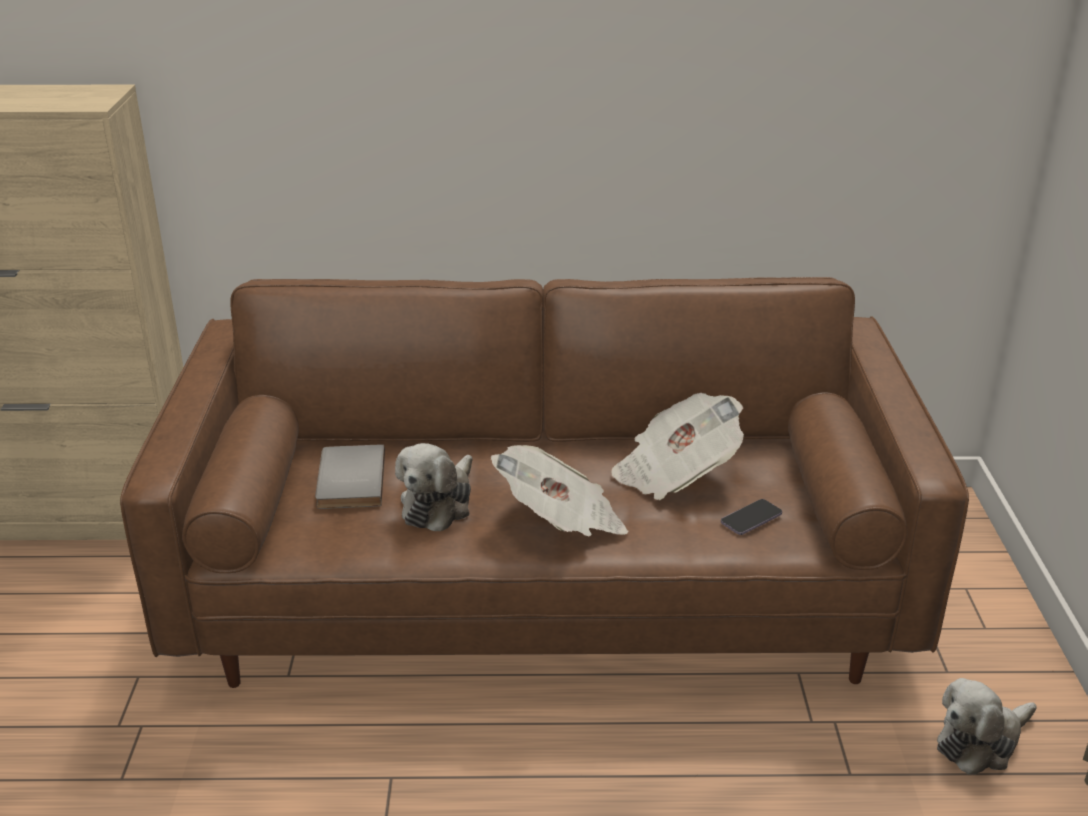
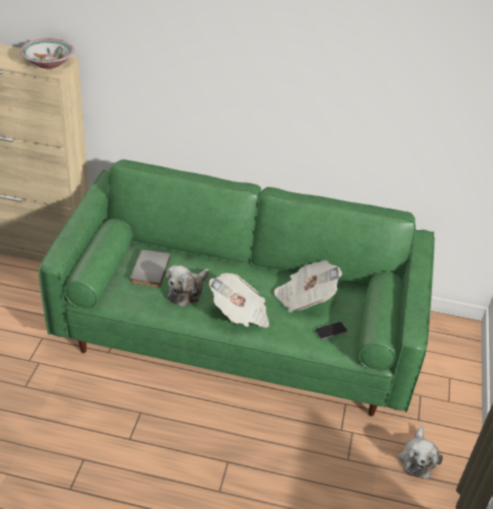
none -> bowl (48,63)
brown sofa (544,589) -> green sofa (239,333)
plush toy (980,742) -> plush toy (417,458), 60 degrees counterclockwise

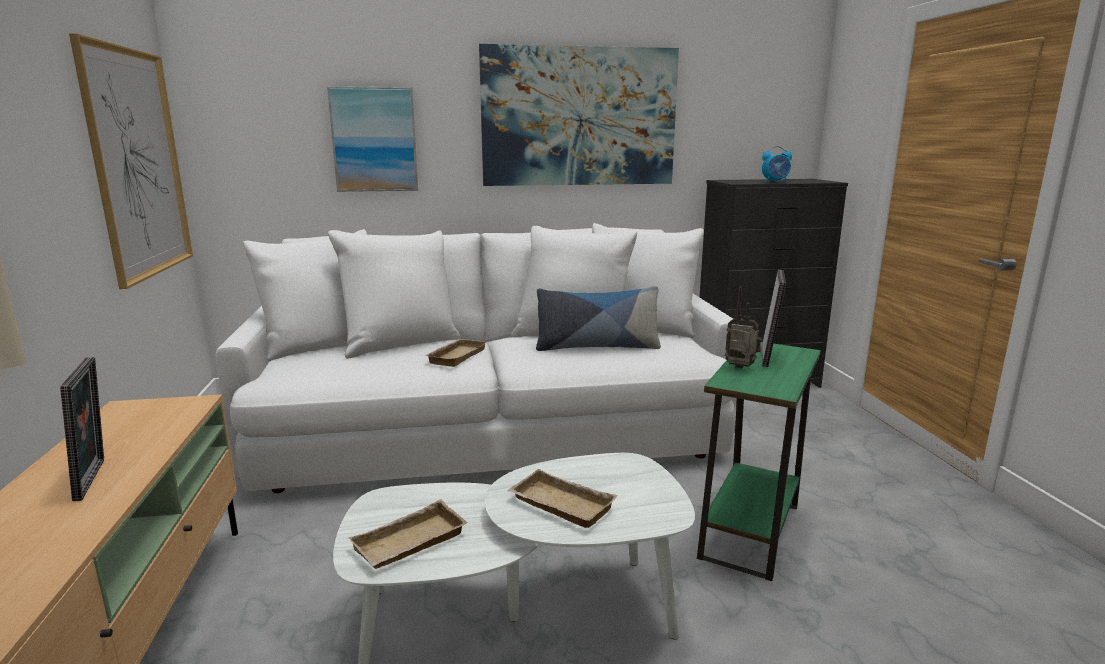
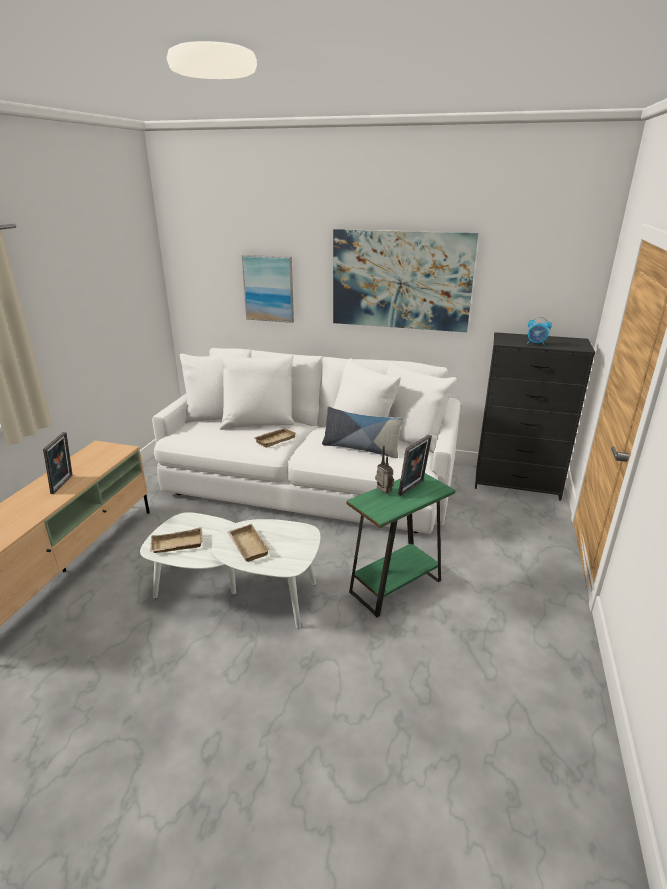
picture (138,163) -> none

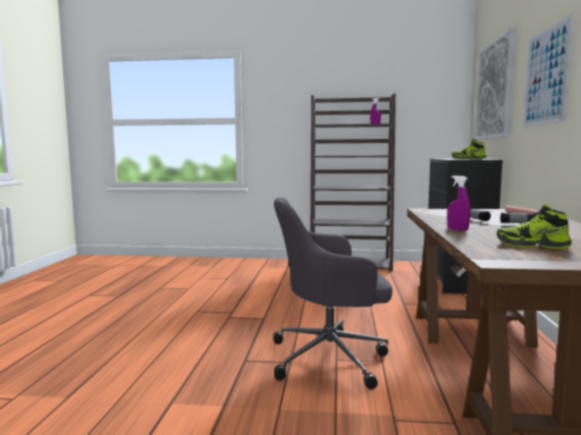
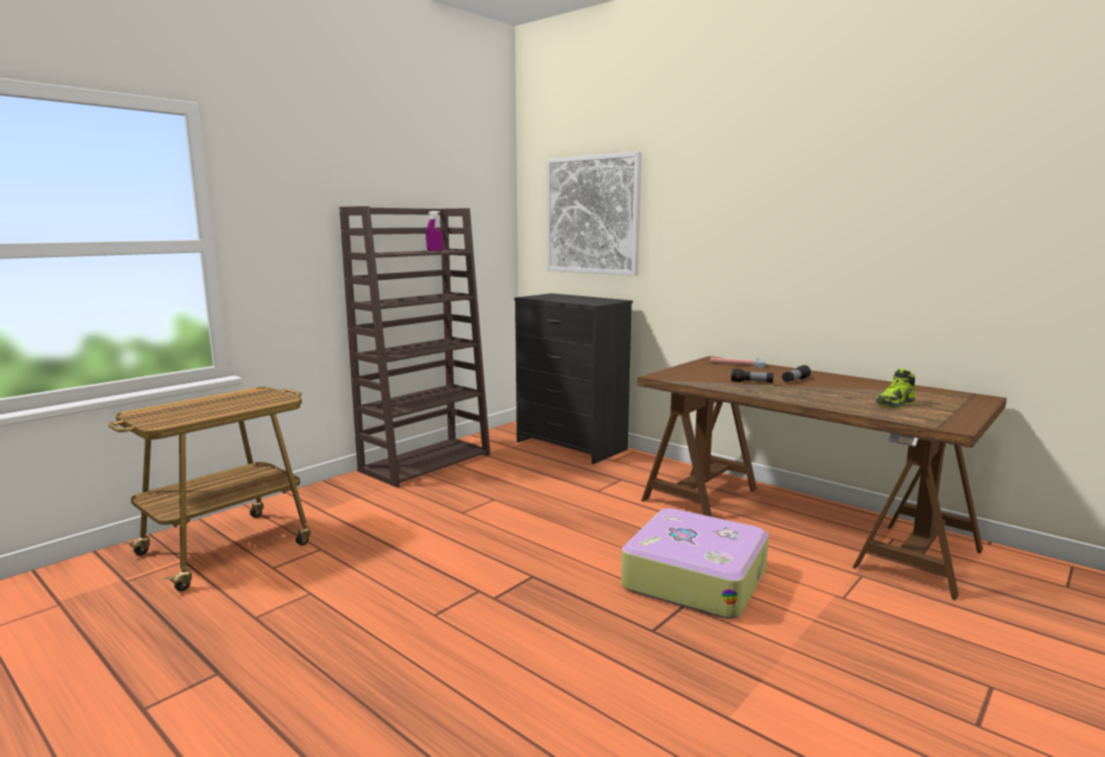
purple spray bottle (457,229) -> none
shoe (468,159) -> none
picture (546,76) -> none
none -> cart (228,547)
grey office chair (331,357) -> suitcase (694,578)

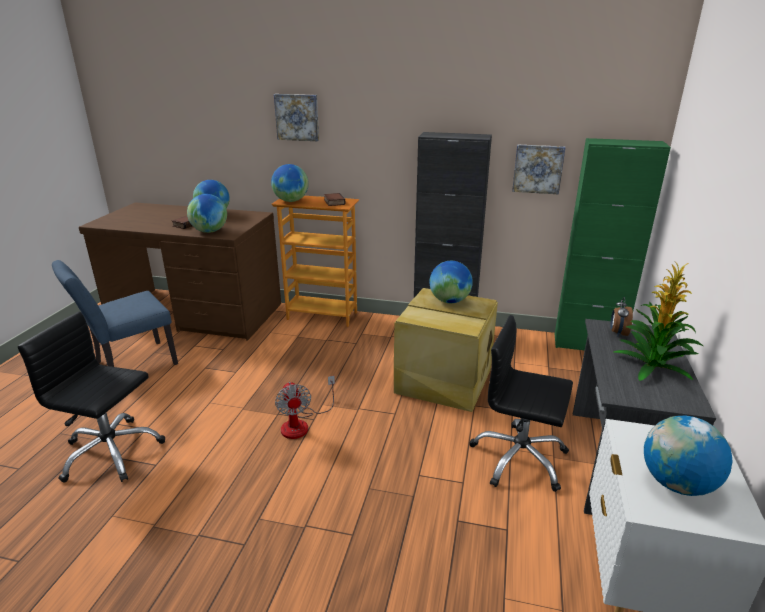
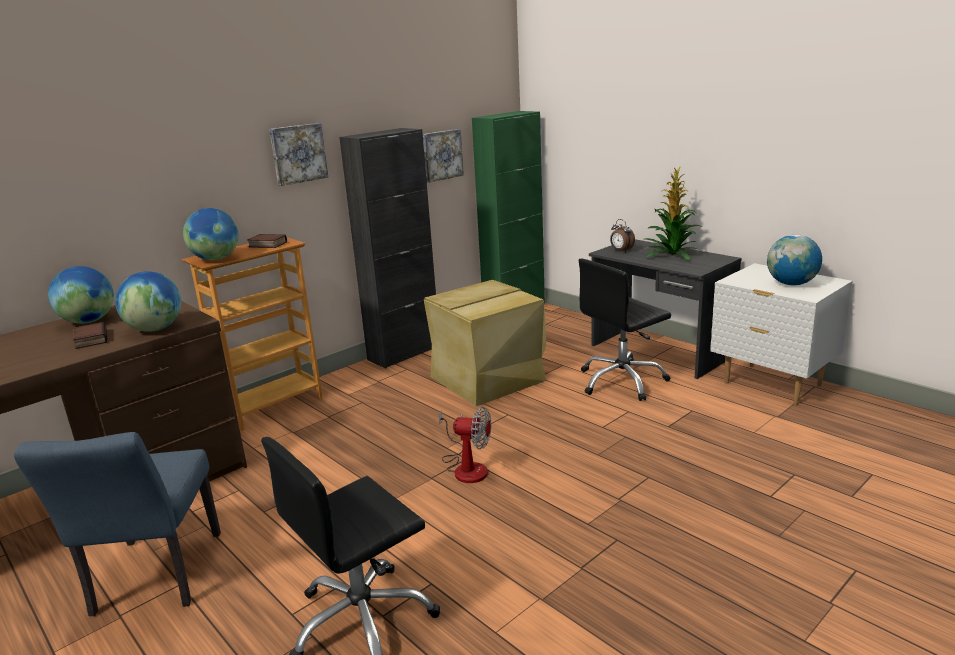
globe (449,301) -> none
picture (297,117) -> picture (298,153), shifted

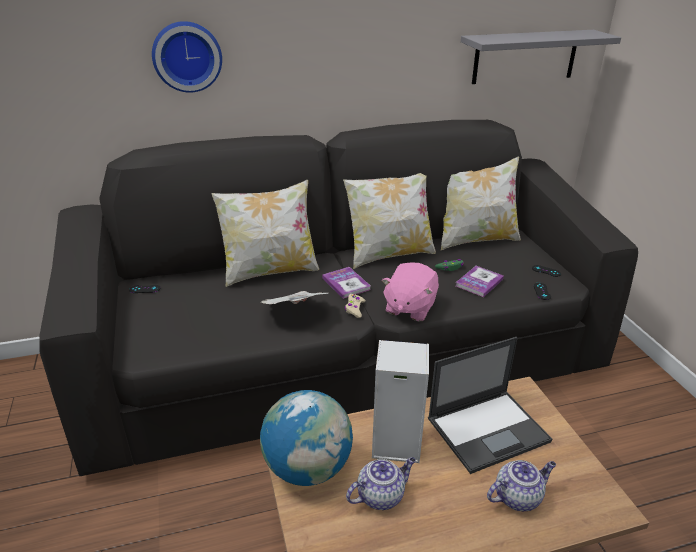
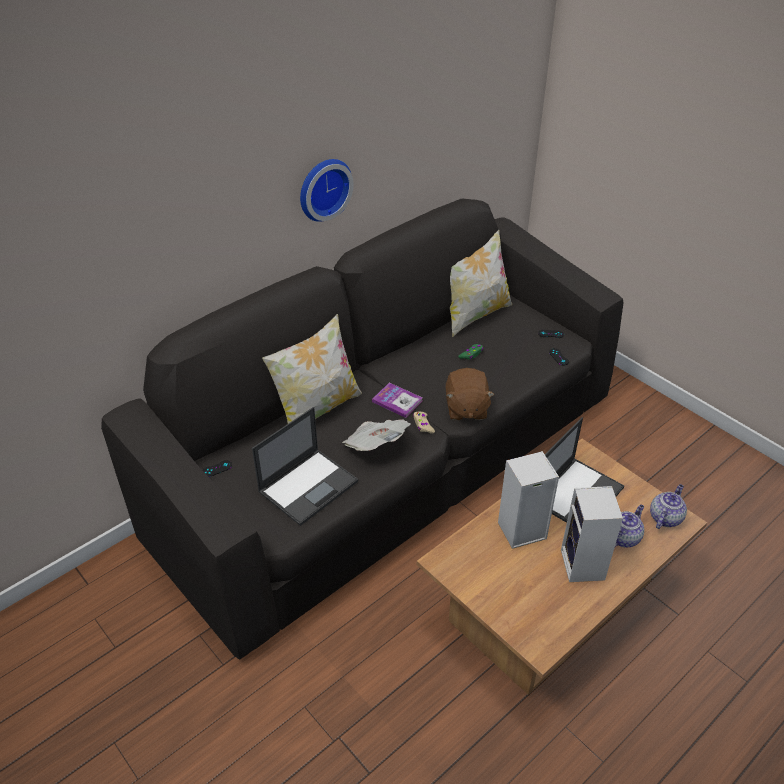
globe (308,468) -> none
pillow (389,254) -> none
book (479,282) -> none
grey shelf (525,56) -> none
none -> laptop (309,486)
none -> speaker (584,566)
wall clock (187,56) -> wall clock (323,188), shifted
teapot (381,495) -> teapot (665,517), shifted
pink plush toy (409,307) -> brown plush toy (466,408)

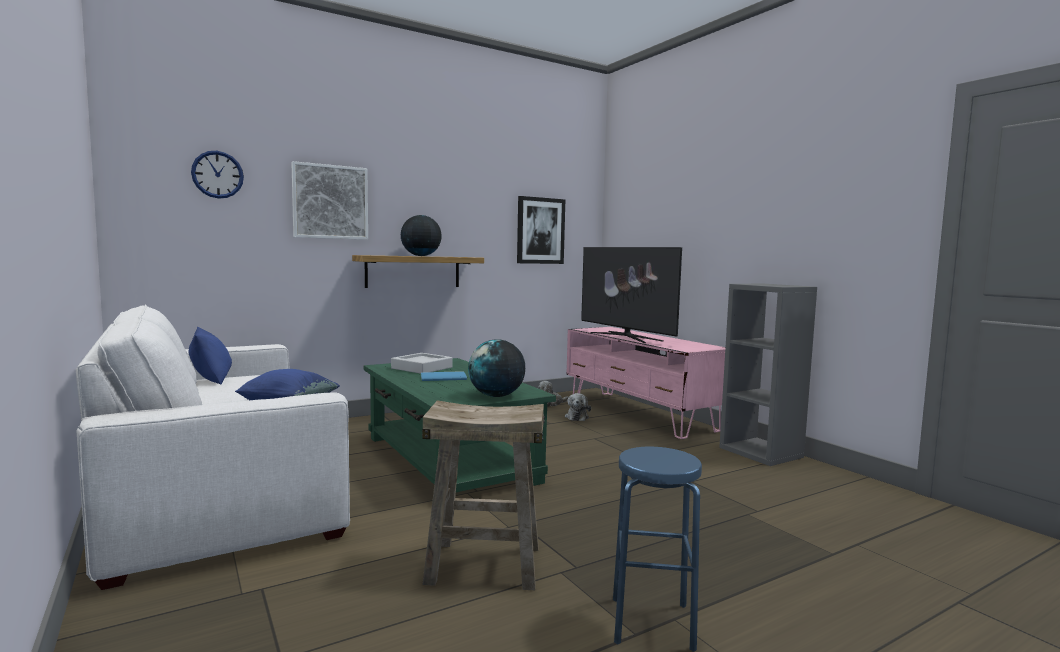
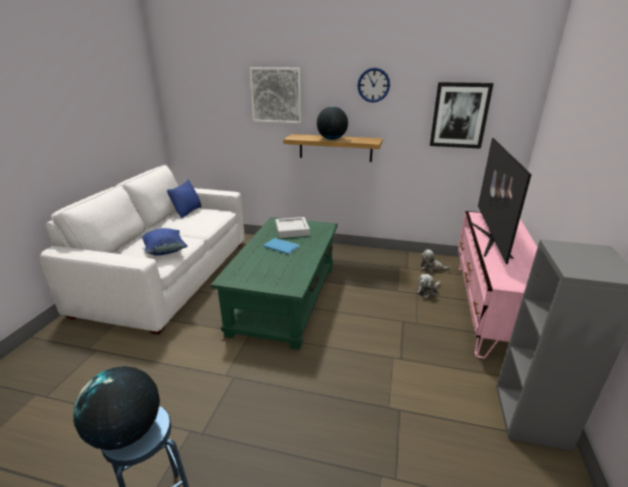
beige stool (483,565) -> none
wall clock (217,174) -> wall clock (373,85), shifted
globe (496,396) -> globe (127,432), shifted

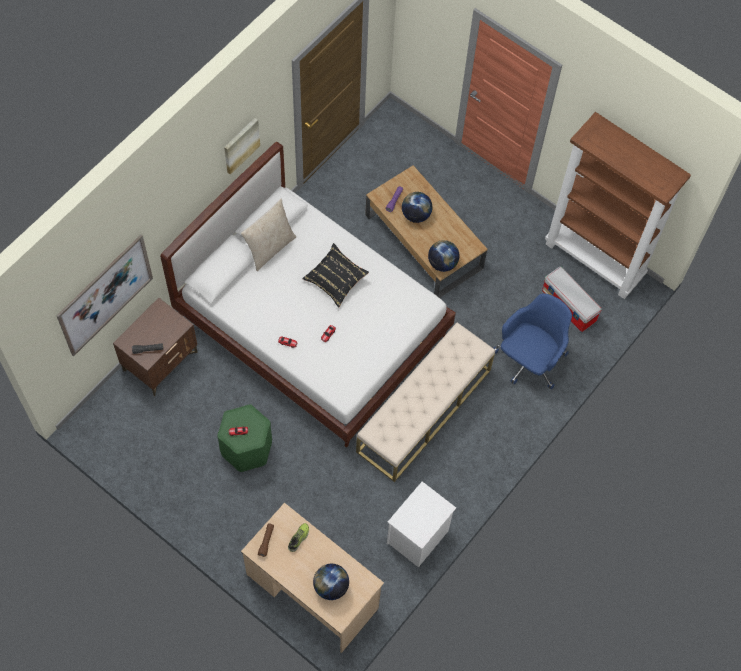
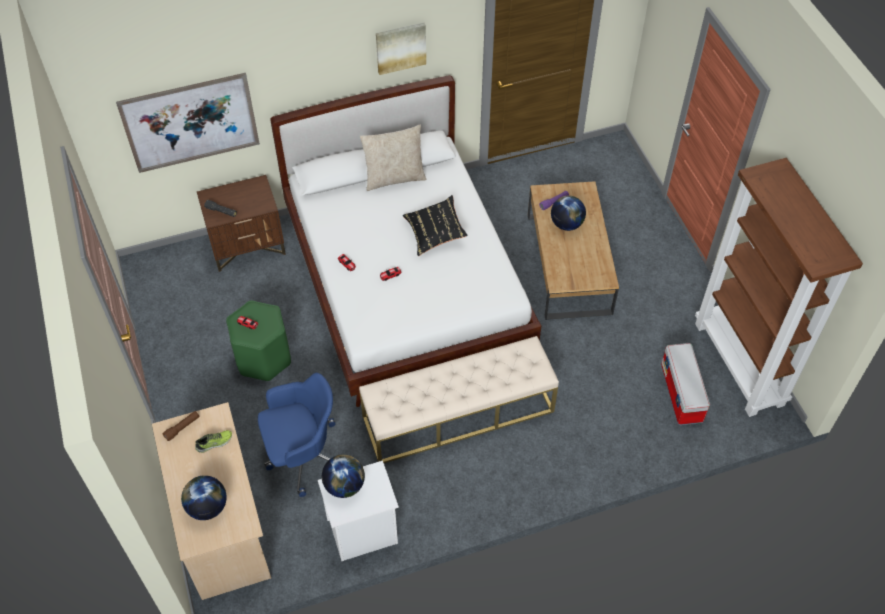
globe (442,263) -> globe (344,485), shifted
blue office chair (529,360) -> blue office chair (303,455), shifted

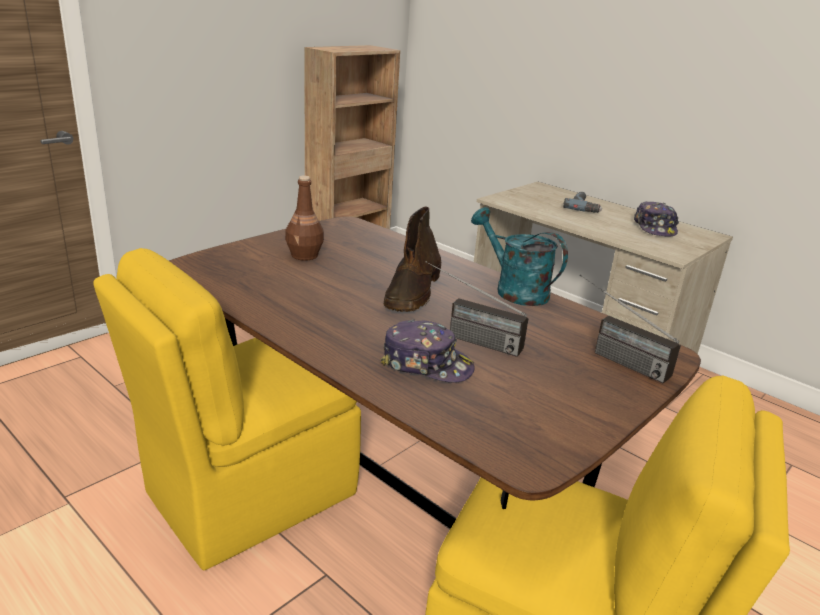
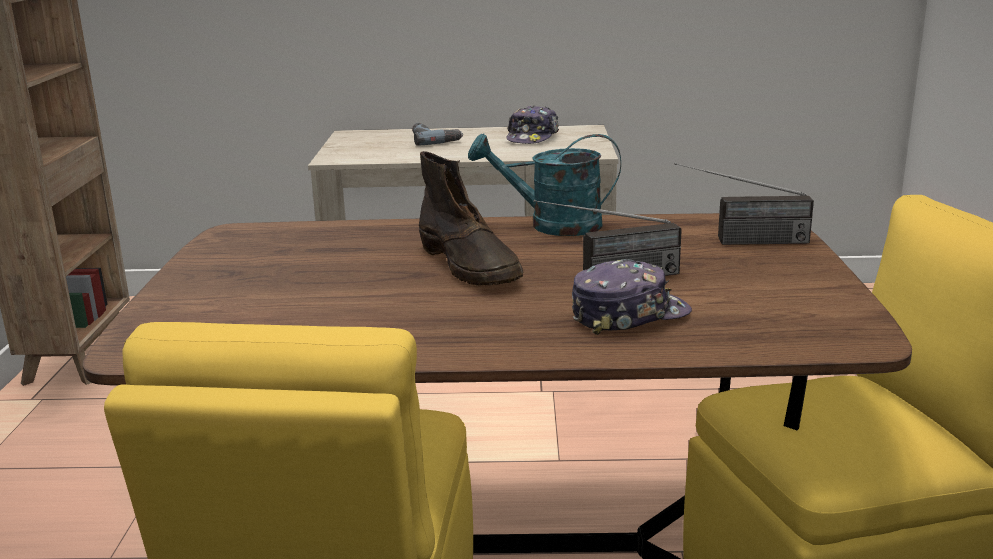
brown bottle (305,255) -> none
cap (655,228) -> cap (532,137), 60 degrees clockwise

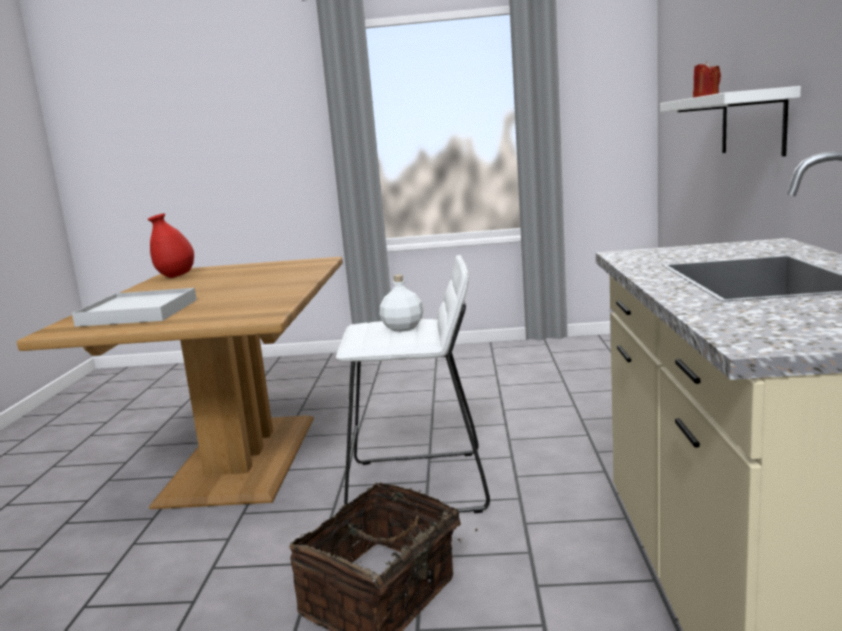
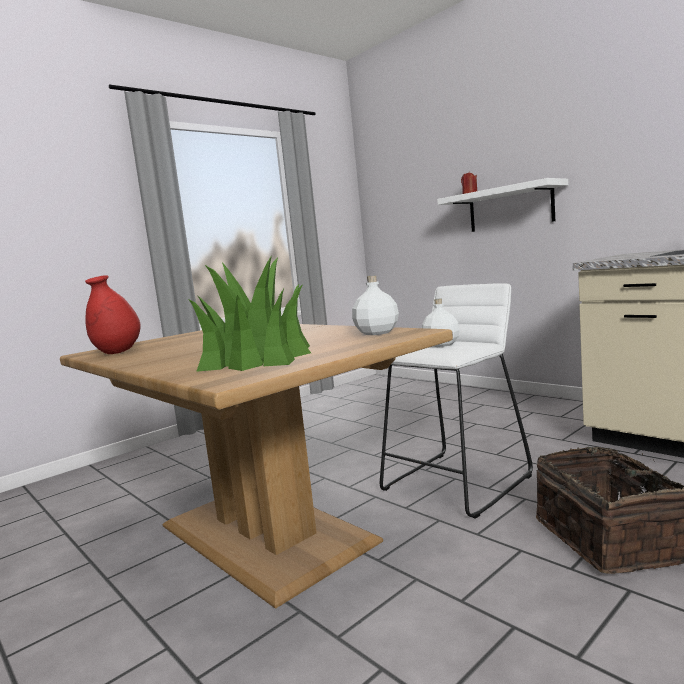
none -> white bottle (376,333)
white tray (139,313) -> potted plant (257,358)

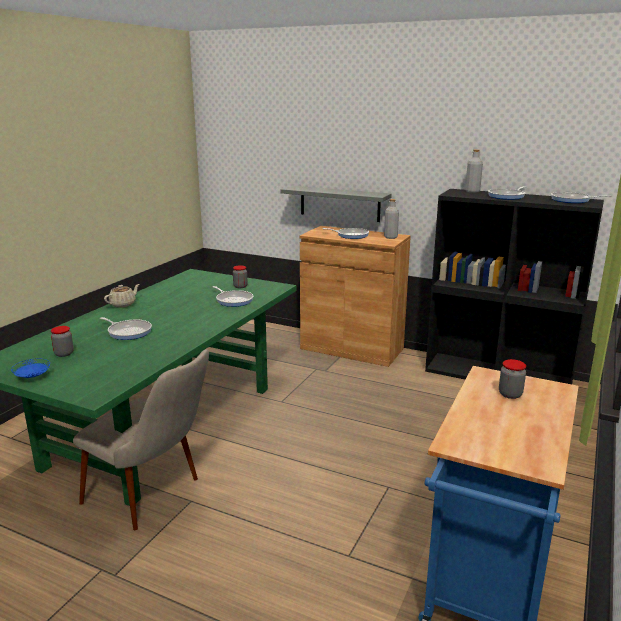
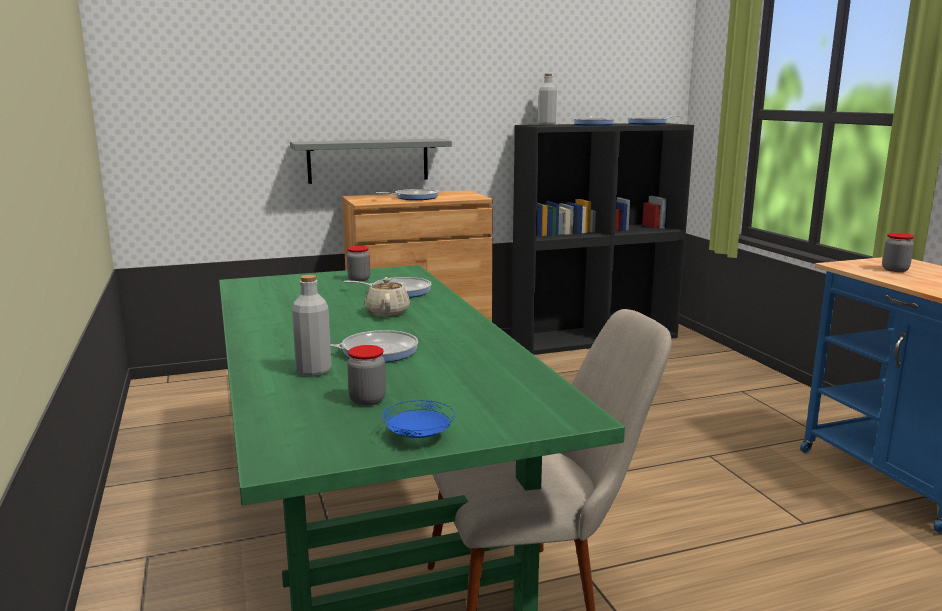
beige teapot (123,304) -> beige teapot (387,312), shifted
grey bottle (390,237) -> grey bottle (314,371), shifted

